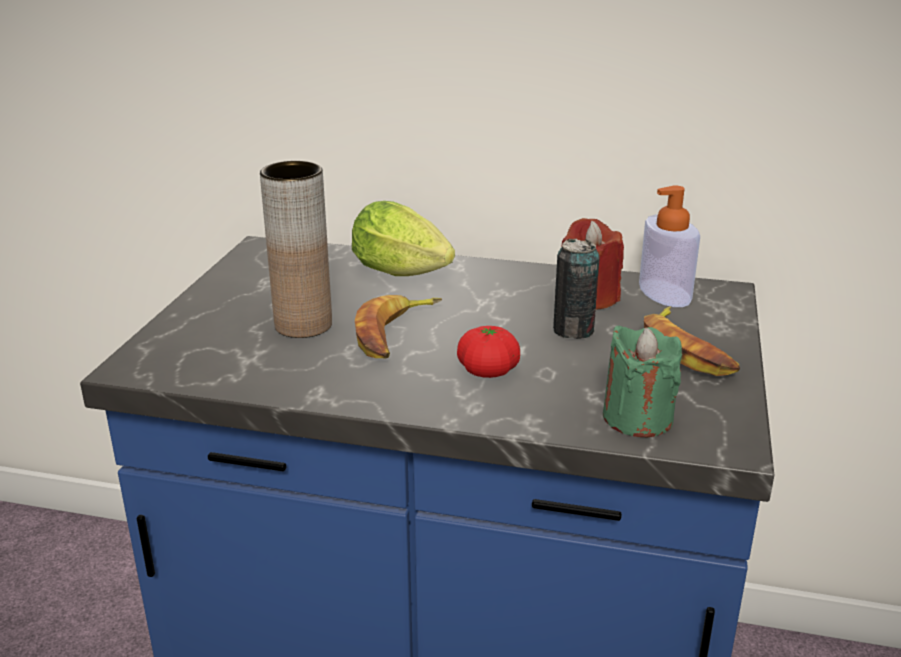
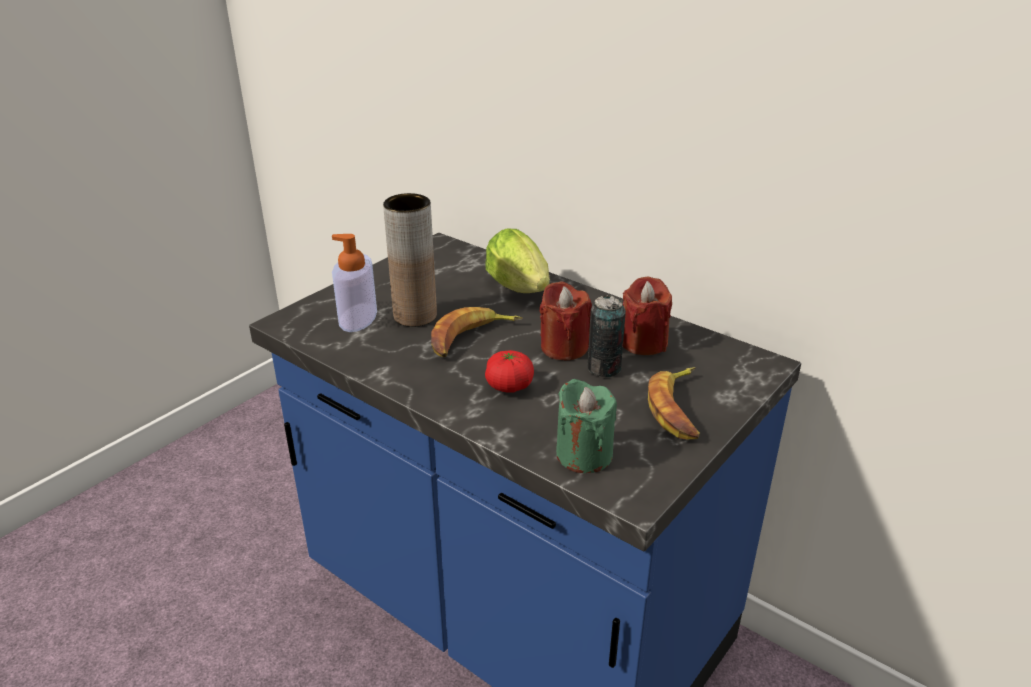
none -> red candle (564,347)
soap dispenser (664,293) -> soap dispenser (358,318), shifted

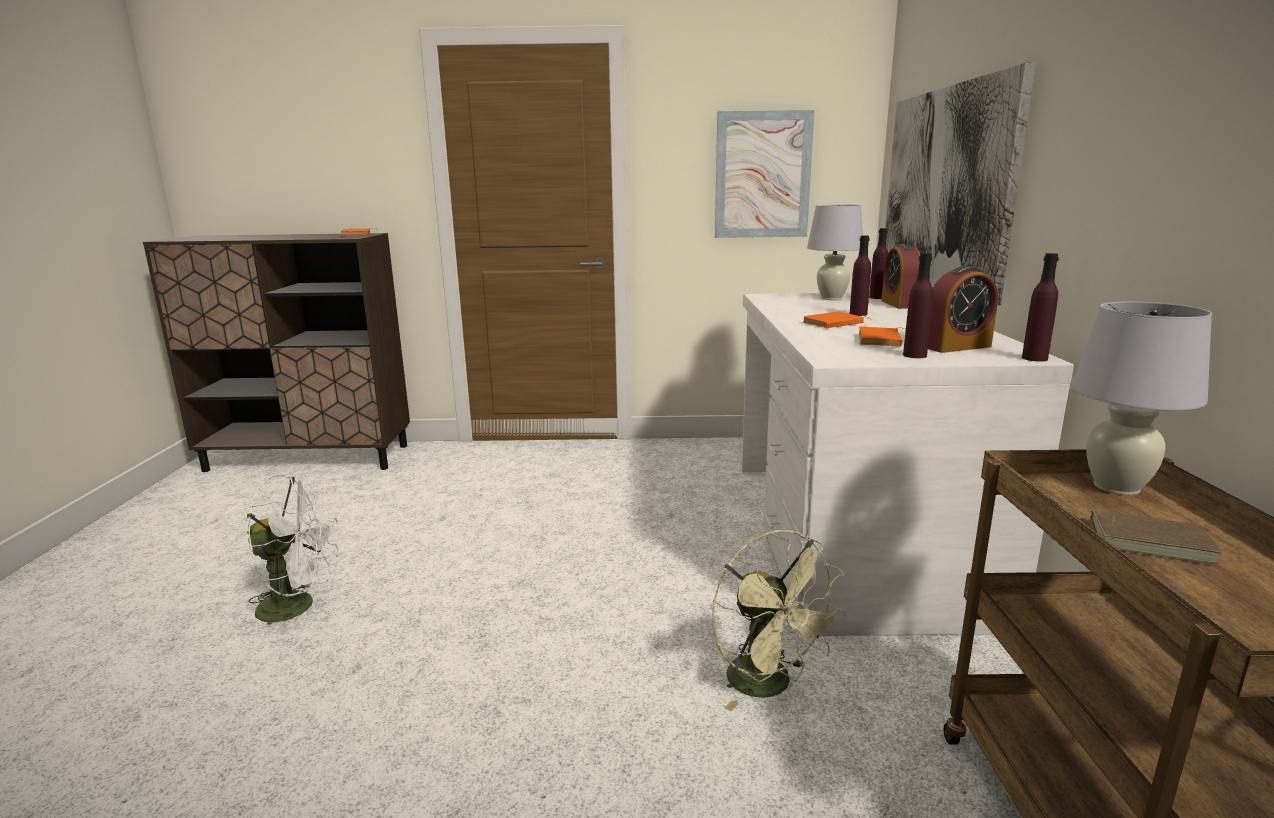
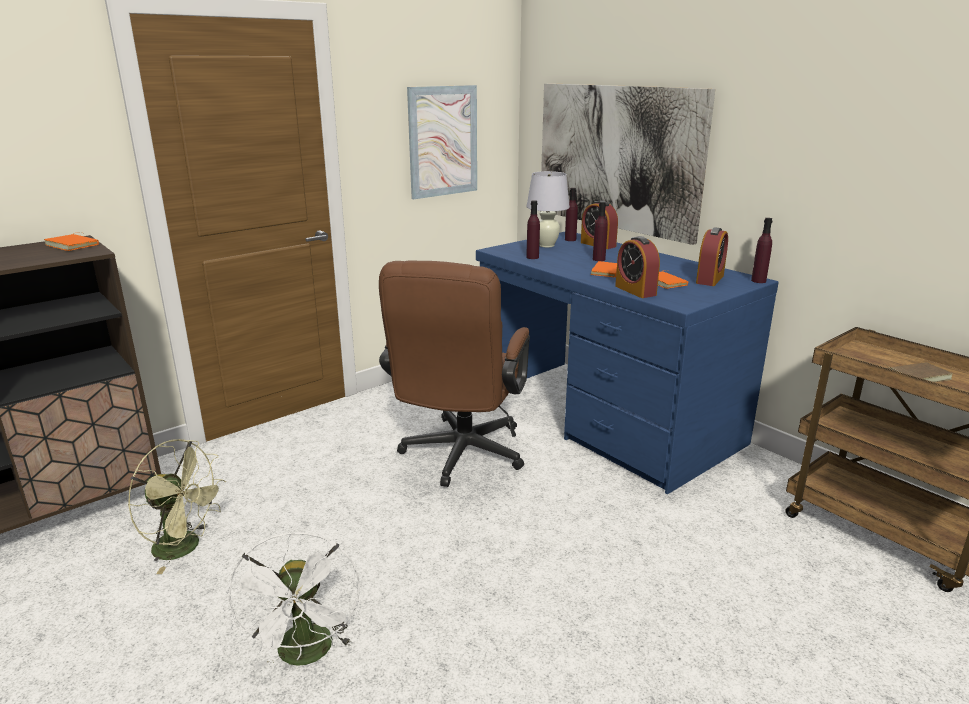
white table lamp (1116,487) -> none
none -> brown office chair (460,457)
none -> alarm clock (635,290)
green fan (770,685) -> green fan (186,547), shifted
purple bottle (914,355) -> purple bottle (532,257), shifted
white desk (849,534) -> blue desk (605,418)
white fan (299,606) -> white fan (307,655), 120 degrees clockwise

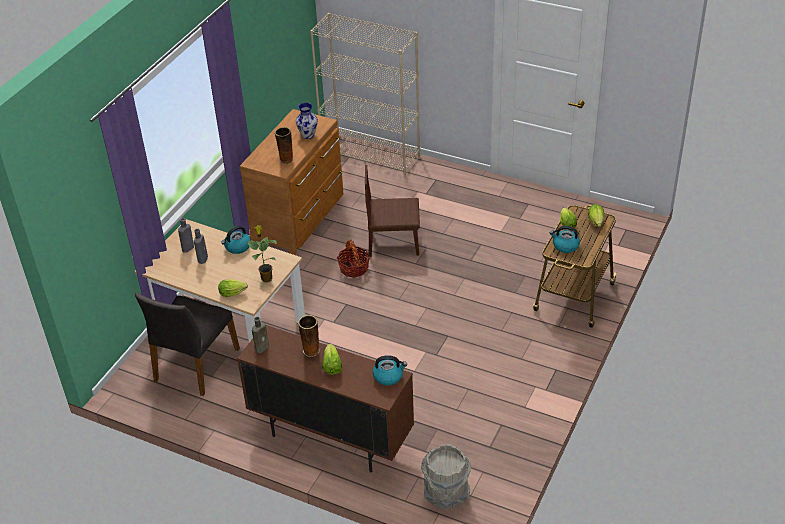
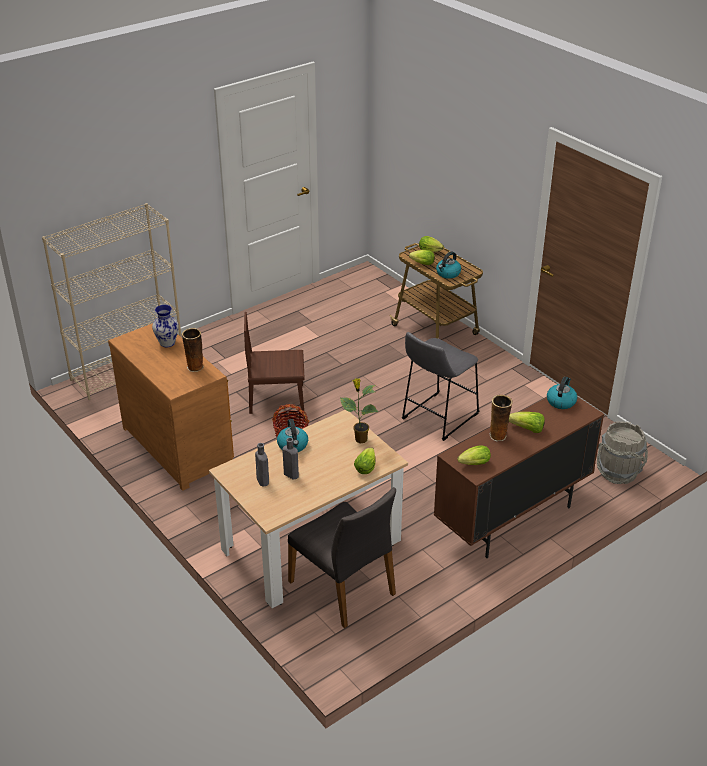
none -> grey stool (437,418)
brown bottle (263,348) -> lettuce (473,464)
brown chair (394,242) -> brown chair (276,398), 60 degrees clockwise

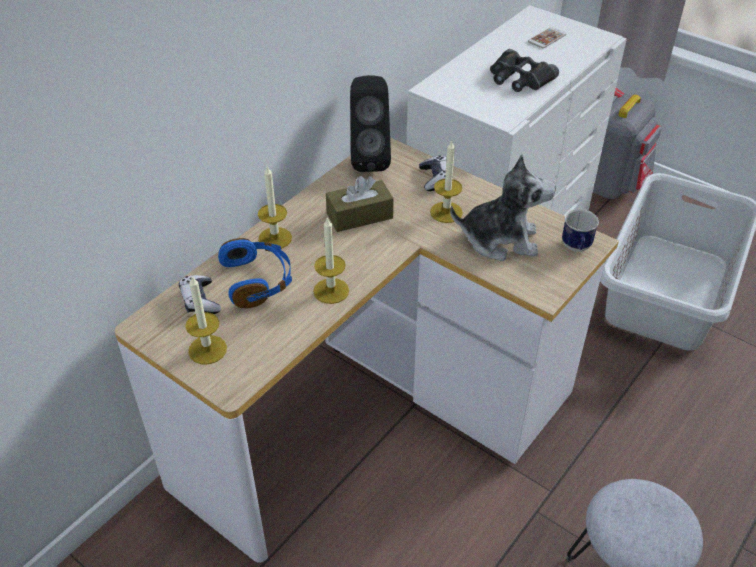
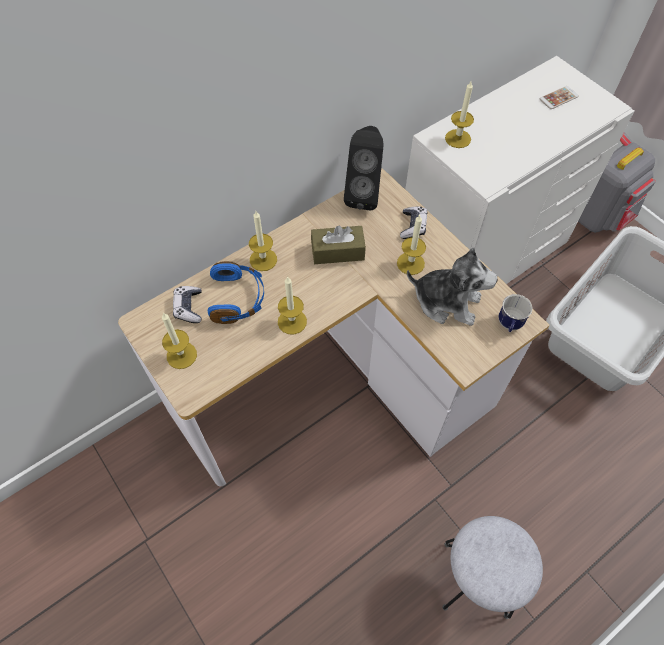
black binoculars (519,78) -> none
none -> candle (458,138)

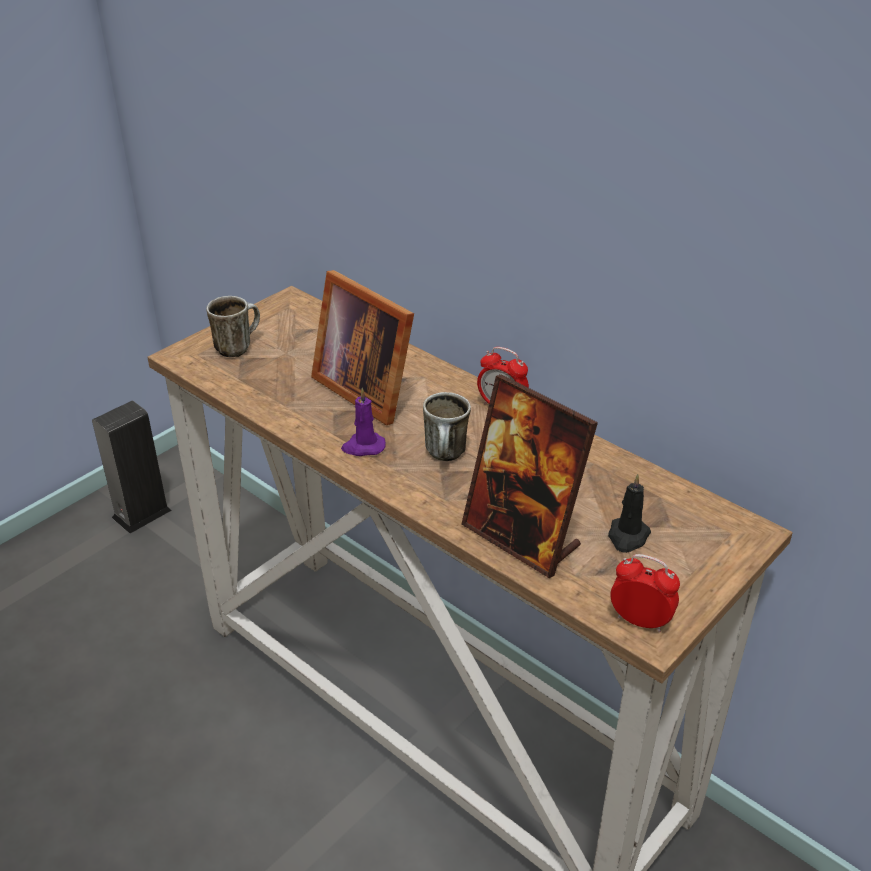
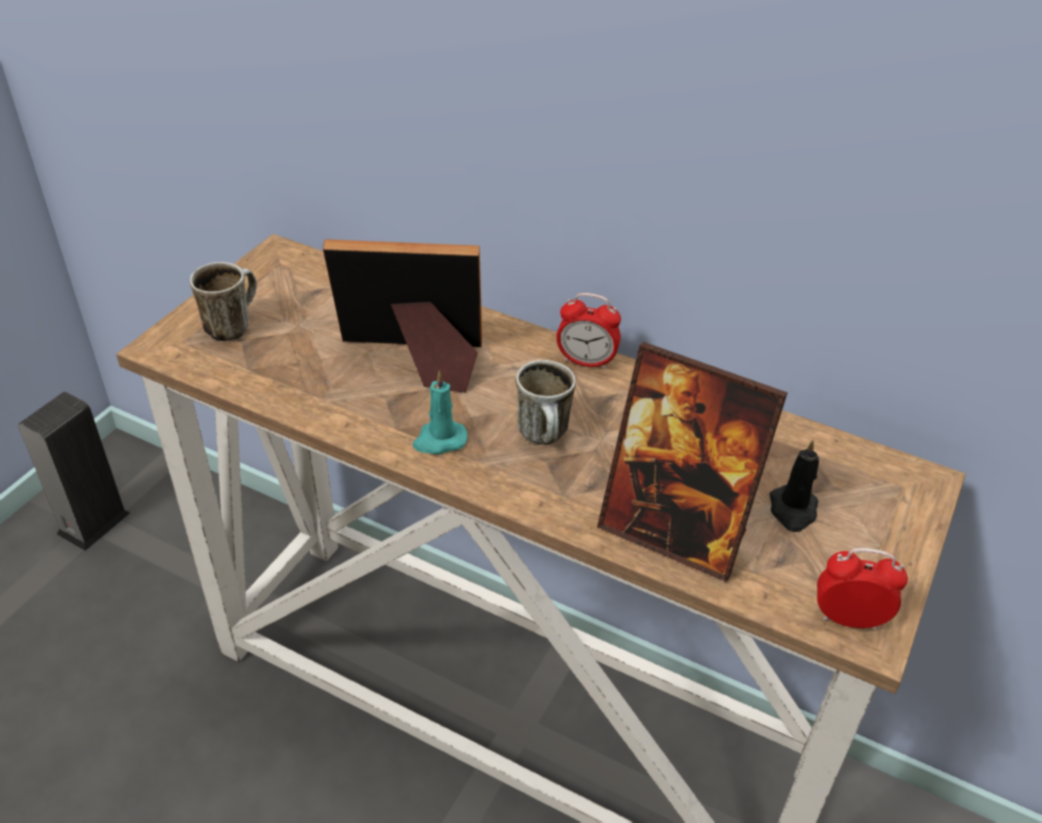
purple candle (363,447) -> turquoise candle (439,440)
picture frame (366,388) -> picture frame (415,360), 150 degrees clockwise

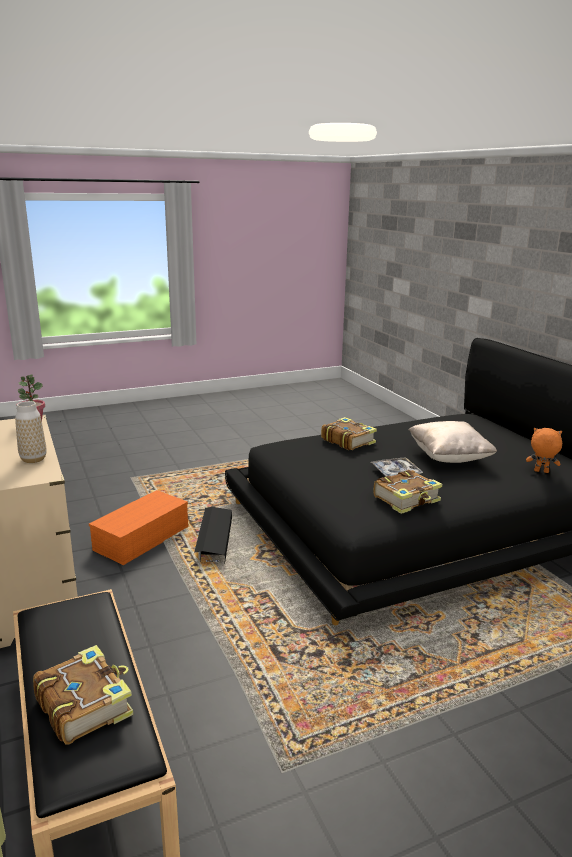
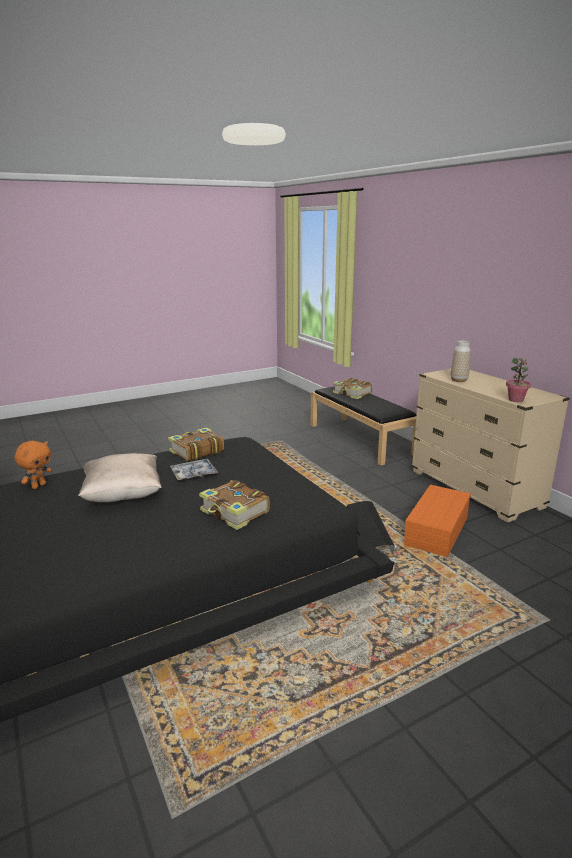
orange plush toy (541,472) -> orange plush toy (38,486), 75 degrees counterclockwise

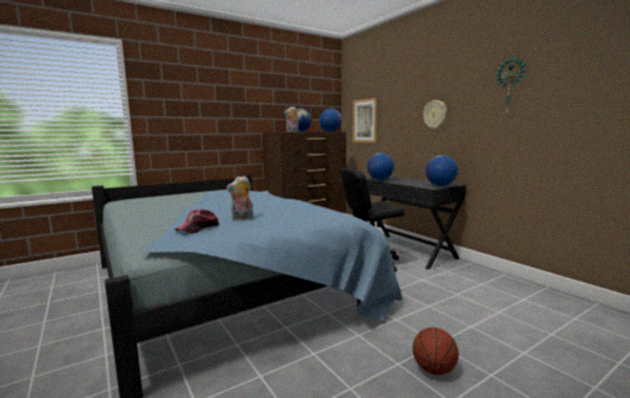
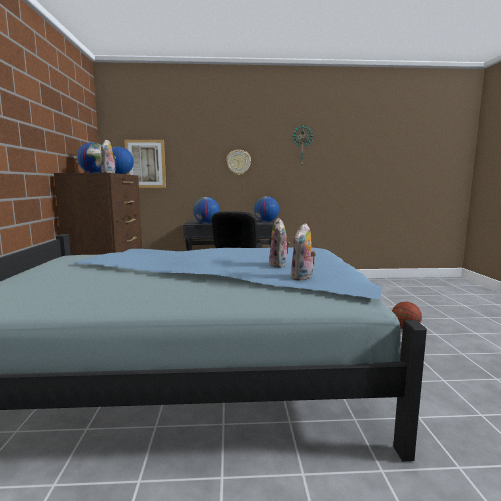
cap (198,228) -> plush toy (303,278)

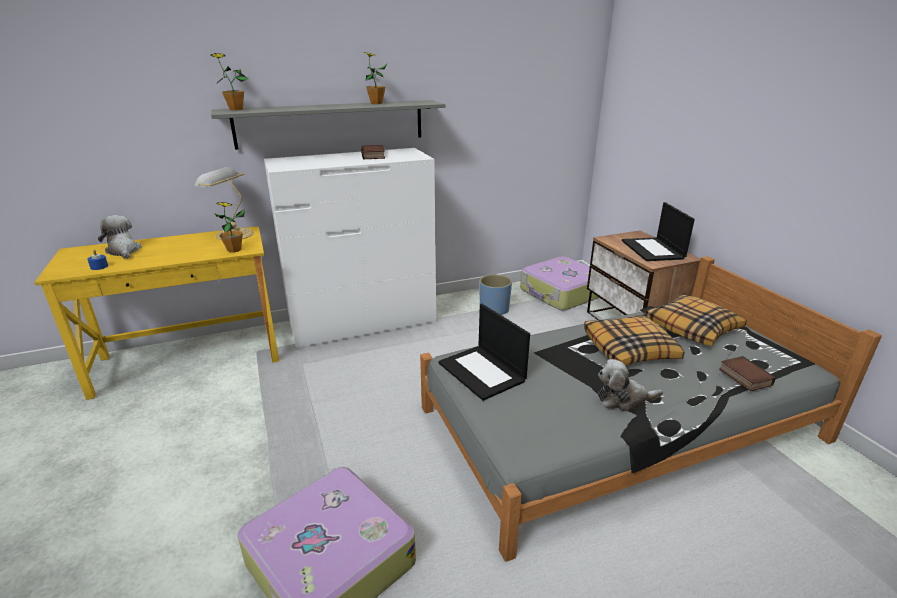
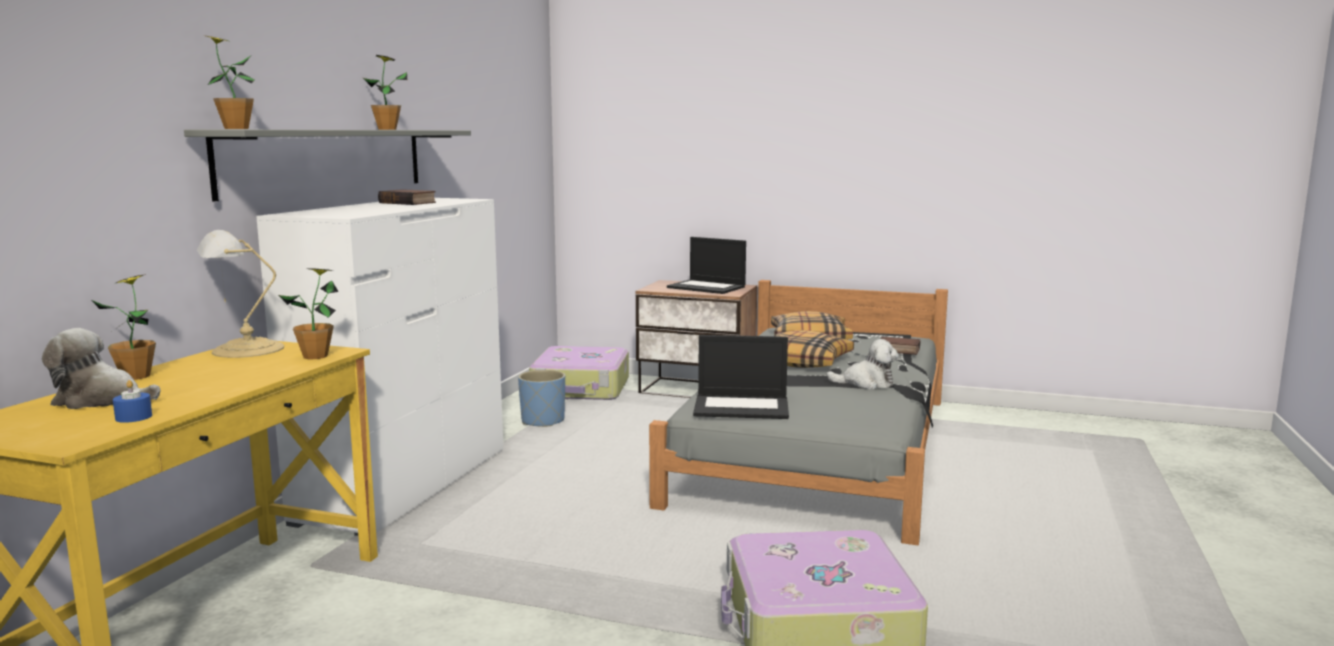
none -> potted plant (136,376)
plush toy (623,399) -> plush toy (866,383), 120 degrees counterclockwise

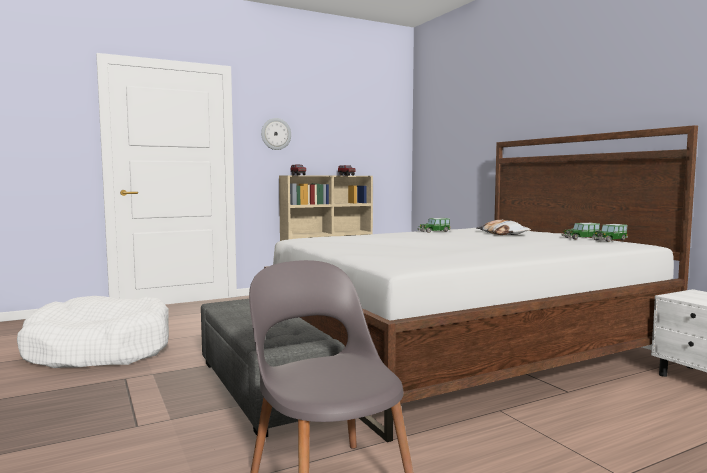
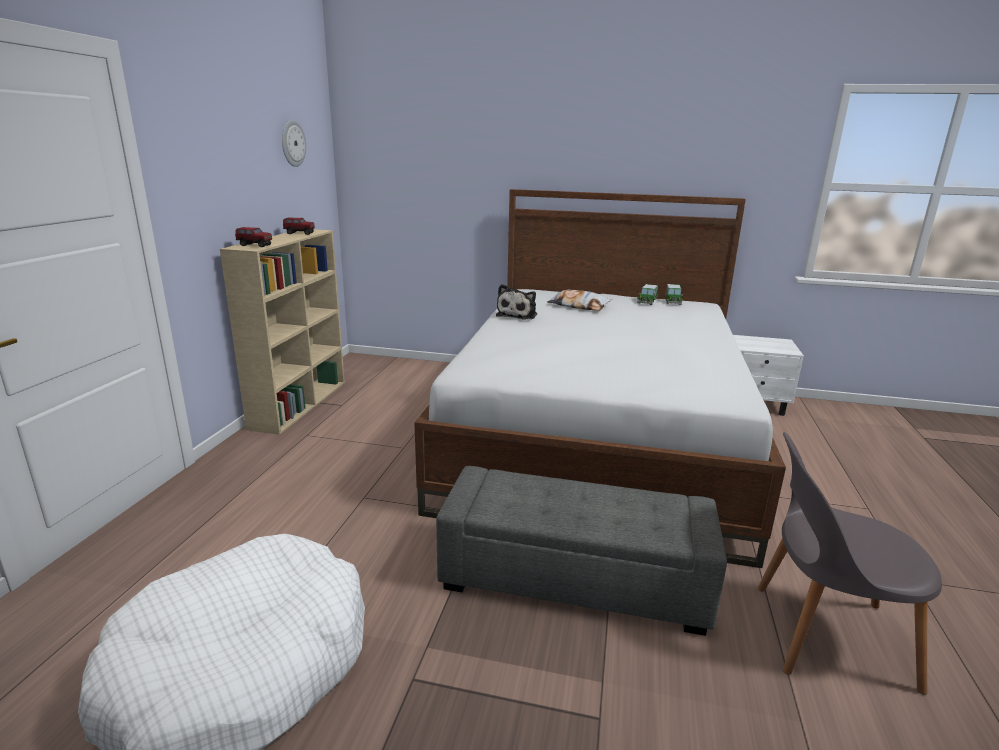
wall clock (276,134) -> wall clock (292,143), shifted
toy car (434,231) -> plush toy (518,315)

